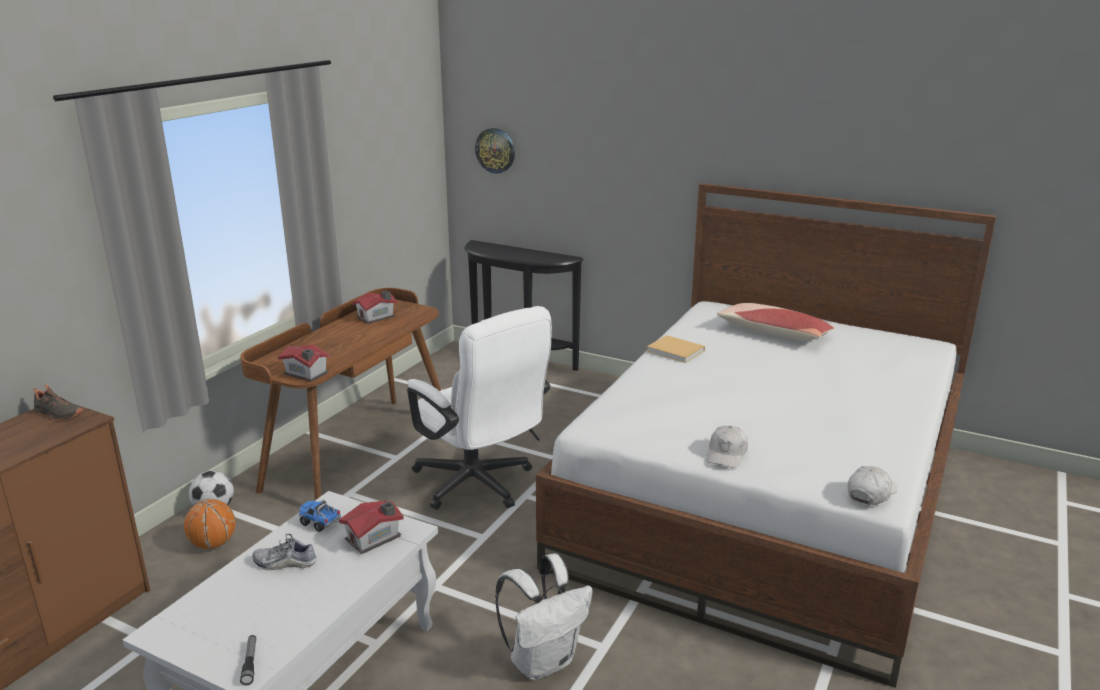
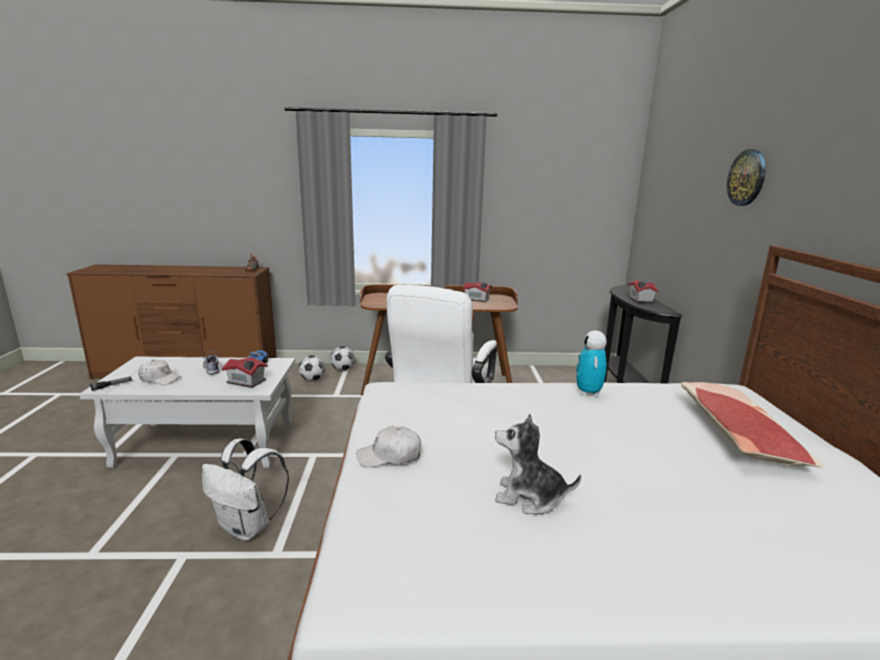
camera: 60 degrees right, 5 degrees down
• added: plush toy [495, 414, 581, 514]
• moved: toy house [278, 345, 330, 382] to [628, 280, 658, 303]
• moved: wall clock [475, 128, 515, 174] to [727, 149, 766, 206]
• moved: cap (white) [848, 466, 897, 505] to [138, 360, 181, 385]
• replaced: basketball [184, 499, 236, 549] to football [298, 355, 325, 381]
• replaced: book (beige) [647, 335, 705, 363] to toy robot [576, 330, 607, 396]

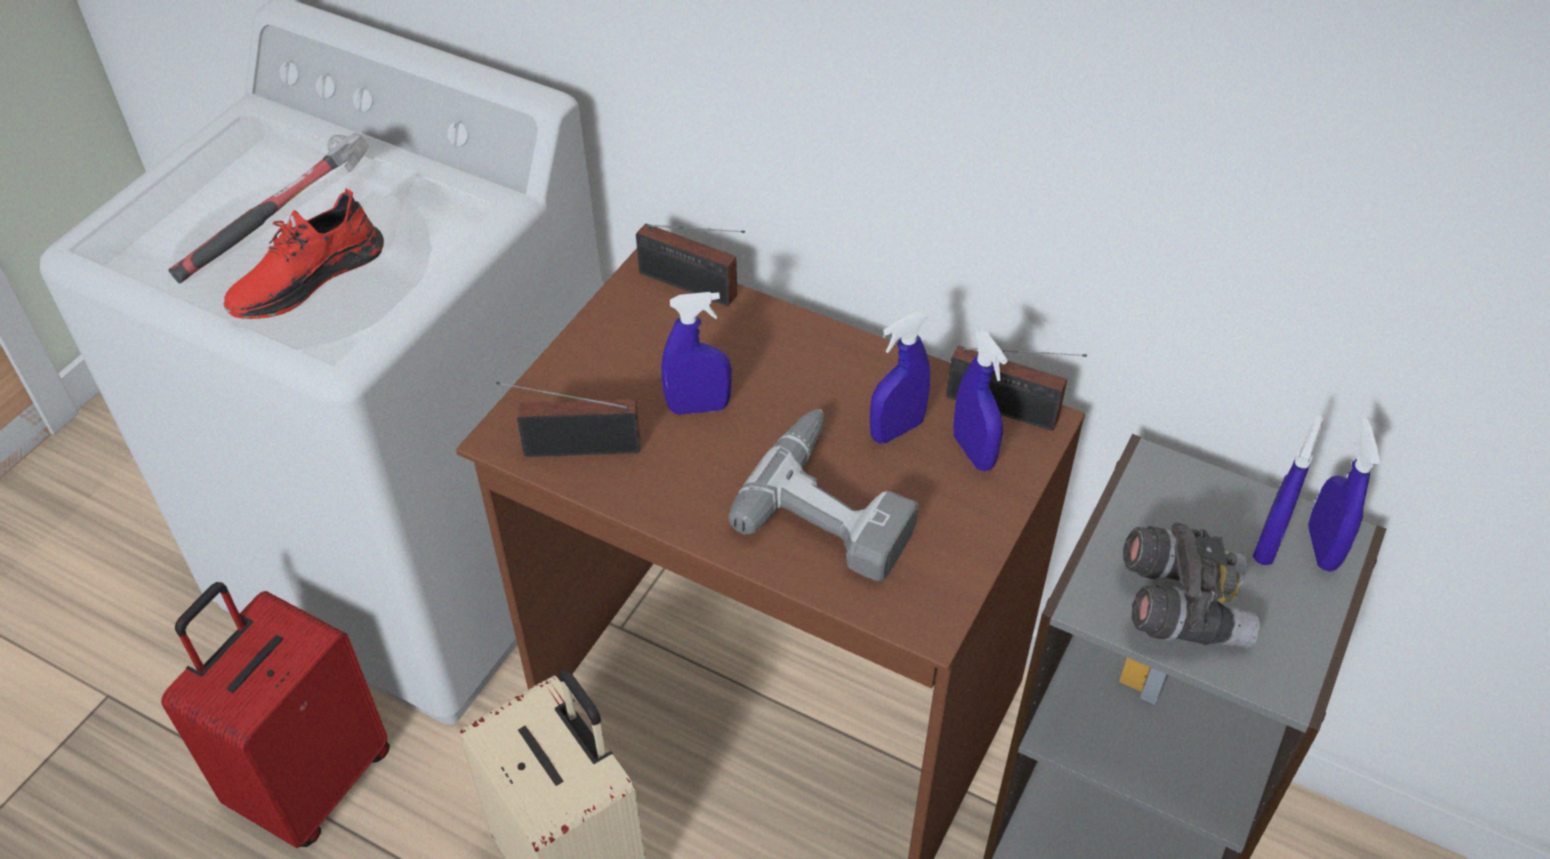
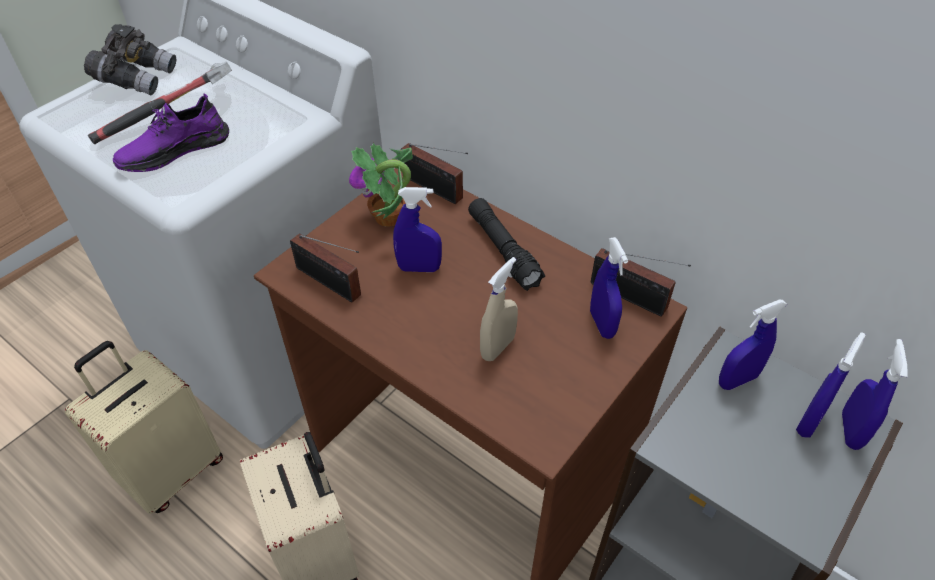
camera: 10 degrees right, 0 degrees up
• added: potted plant [349, 143, 413, 227]
• added: flashlight (black) [468, 198, 545, 291]
• moved: spray bottle (blue) [870, 312, 930, 443] to [719, 300, 787, 390]
• moved: binoculars (grey) [1123, 522, 1260, 648] to [84, 24, 176, 95]
• replaced: power drill [728, 409, 918, 582] to spray bottle (beige) [480, 257, 518, 361]
• recoloured: suitcase (red) [161, 582, 390, 848] to suitcase (beige) [65, 341, 223, 514]
• recoloured: shoe (red) [223, 188, 384, 319] to shoe (purple) [113, 93, 229, 172]
• turned: radio [496, 382, 640, 457] = [290, 233, 361, 302] 150 degrees counterclockwise

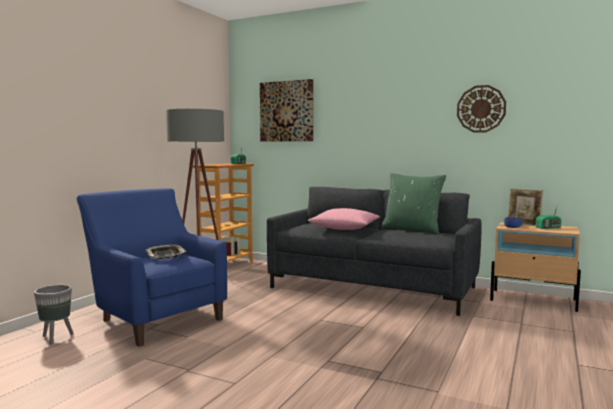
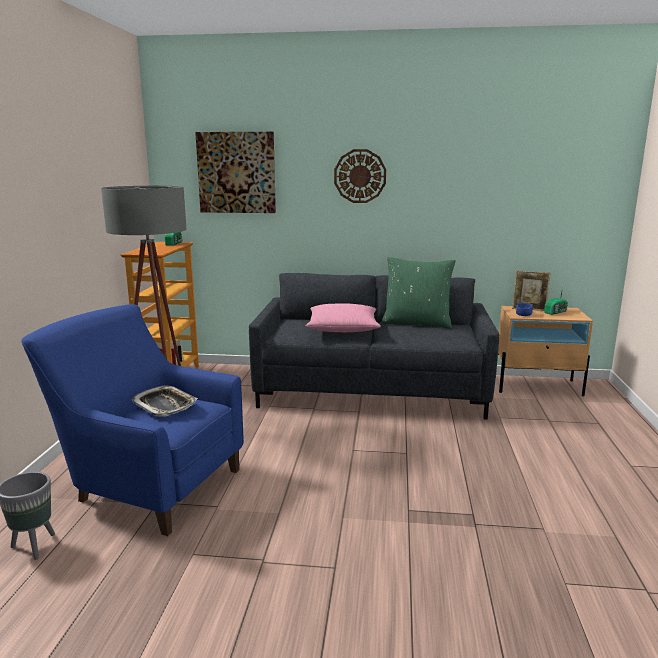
camera: 20 degrees left, 10 degrees up
• moved: wall clock [457, 85, 506, 133] to [334, 149, 386, 203]

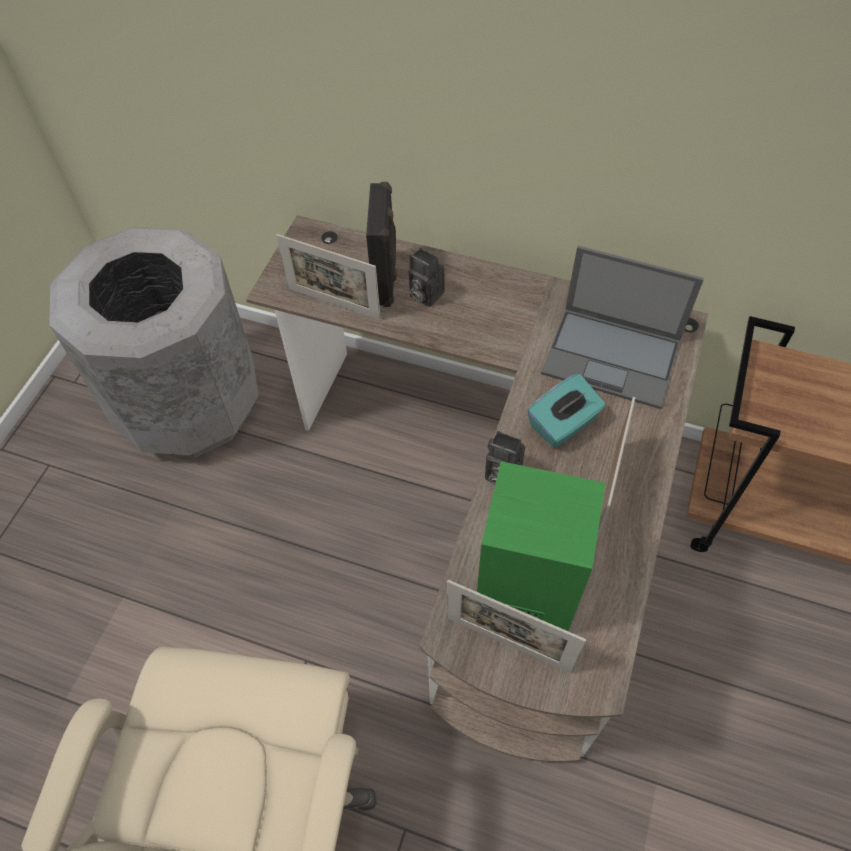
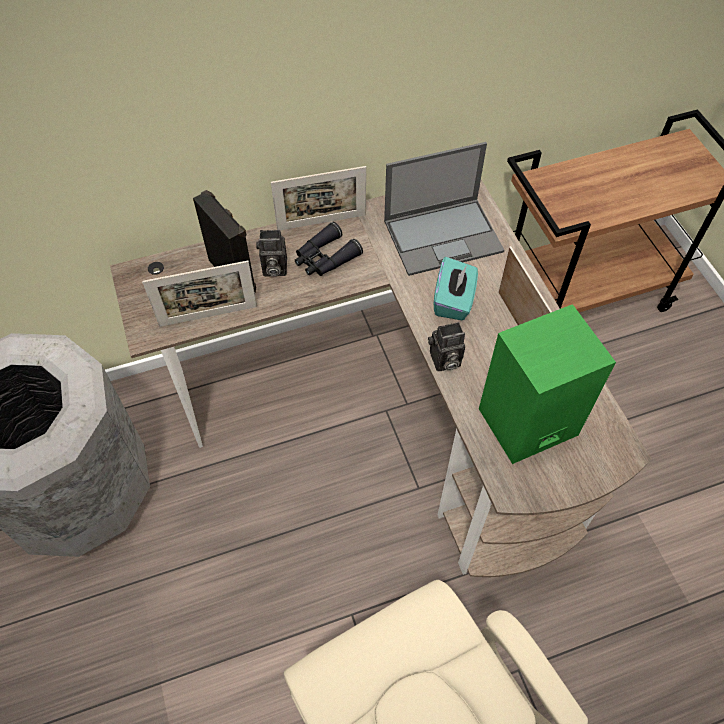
camera: 40 degrees left, 0 degrees up
• added: binoculars (black) [295, 222, 363, 276]
• moved: picture frame [446, 580, 586, 673] to [271, 166, 366, 230]

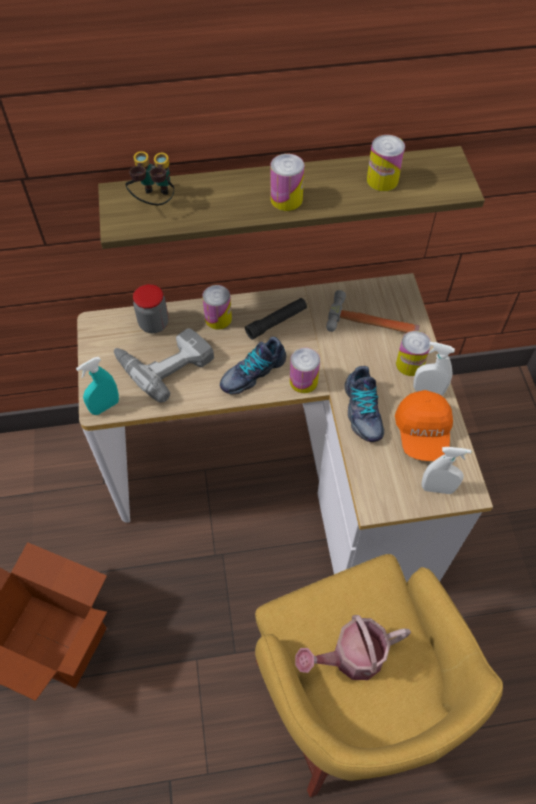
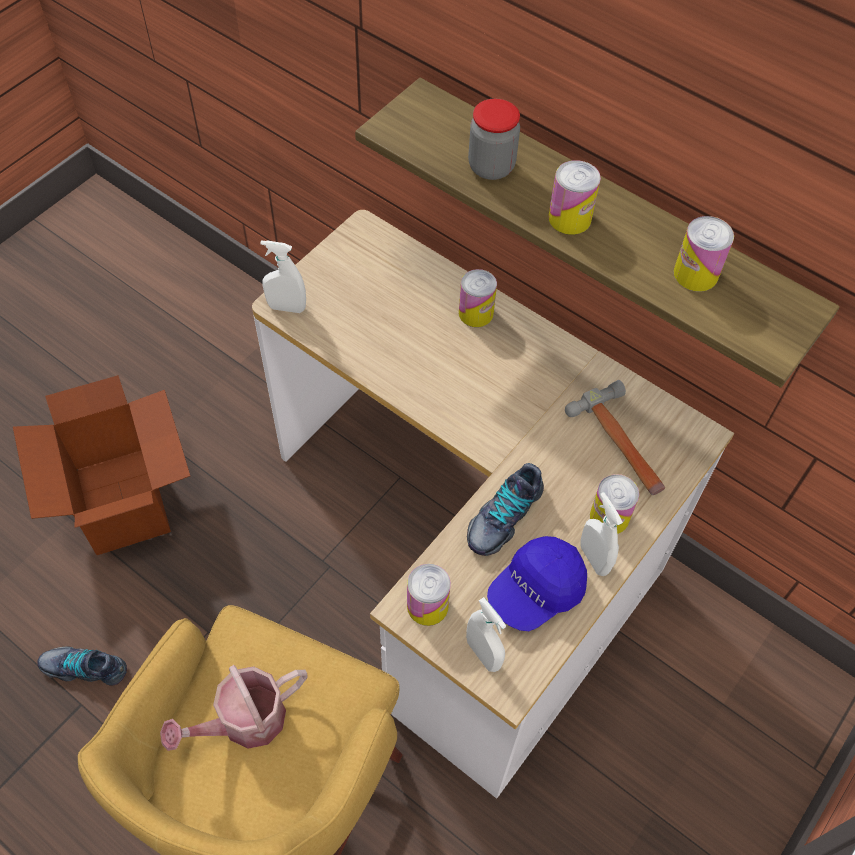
camera: 45 degrees right, 0 degrees up
• removed: power drill [114, 328, 214, 403]
• removed: binoculars [125, 151, 174, 206]
• removed: flashlight (black) [245, 298, 307, 340]
• moved: jar [133, 284, 169, 333] to [468, 99, 520, 180]
• moved: shoe [220, 337, 286, 394] to [37, 646, 127, 685]
• moved: can [290, 348, 320, 393] to [407, 564, 451, 626]
• recoloured: spray bottle (turquoise) [76, 357, 119, 415] to spray bottle (white) [261, 240, 306, 313]
• recoloured: cap (orange) [395, 390, 453, 461] to cap (blue) [487, 536, 587, 631]
• turned: watering can [295, 615, 411, 680] = [160, 665, 307, 751] 60 degrees counterclockwise

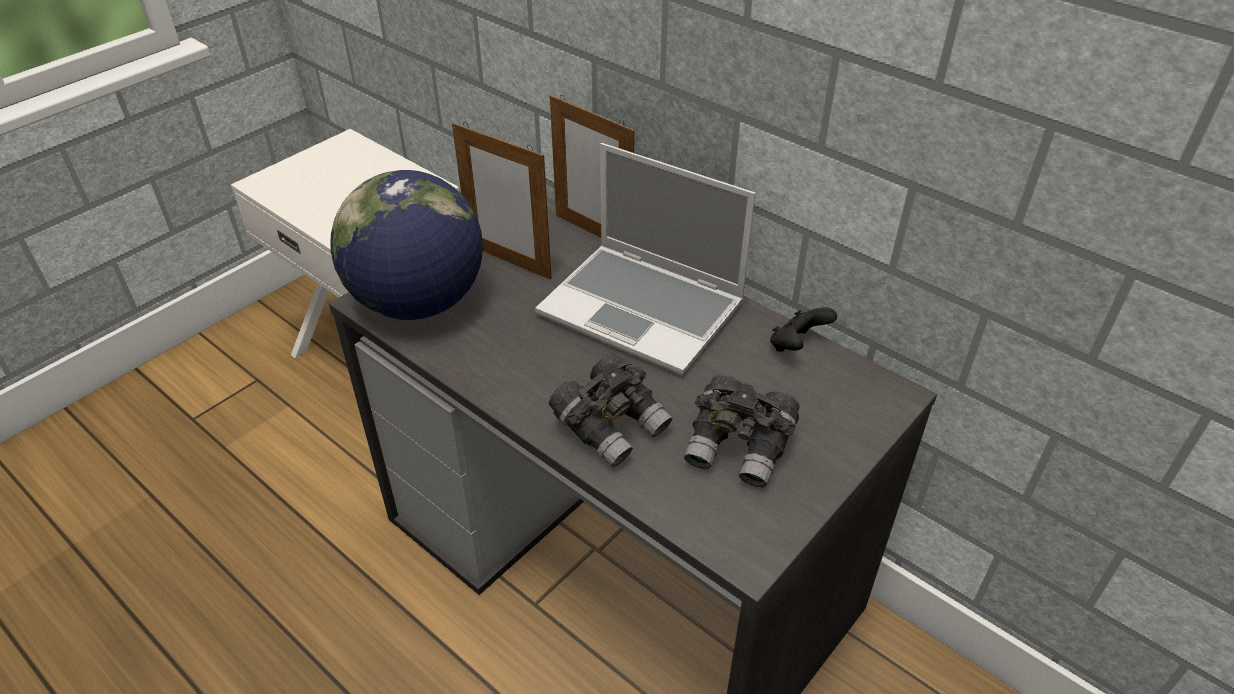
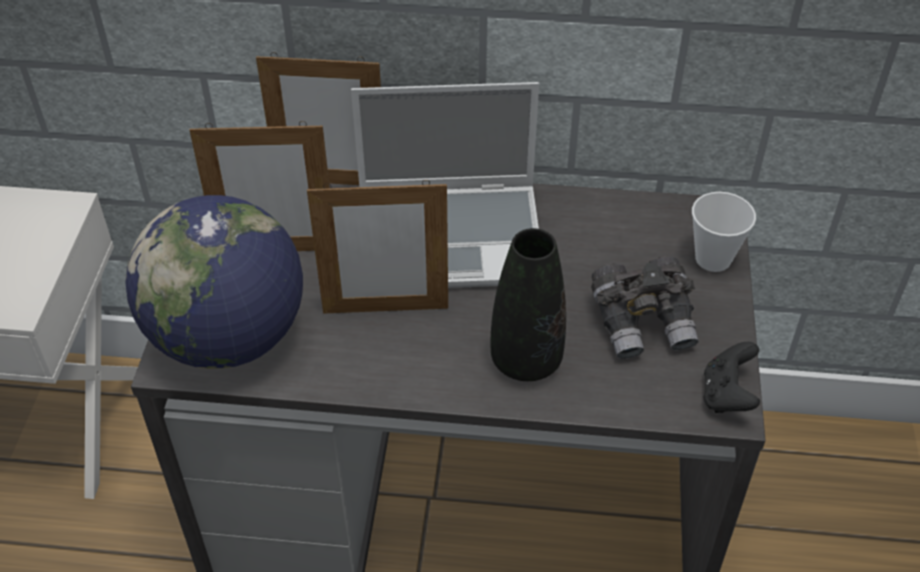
camera: 35 degrees left, 5 degrees up
• added: picture frame [307, 180, 448, 314]
• added: cup [692, 192, 756, 272]
• moved: game controller (black) [770, 307, 837, 352] to [704, 342, 760, 413]
• replaced: binoculars (grey) [549, 354, 672, 467] to vase (black) [491, 228, 566, 381]

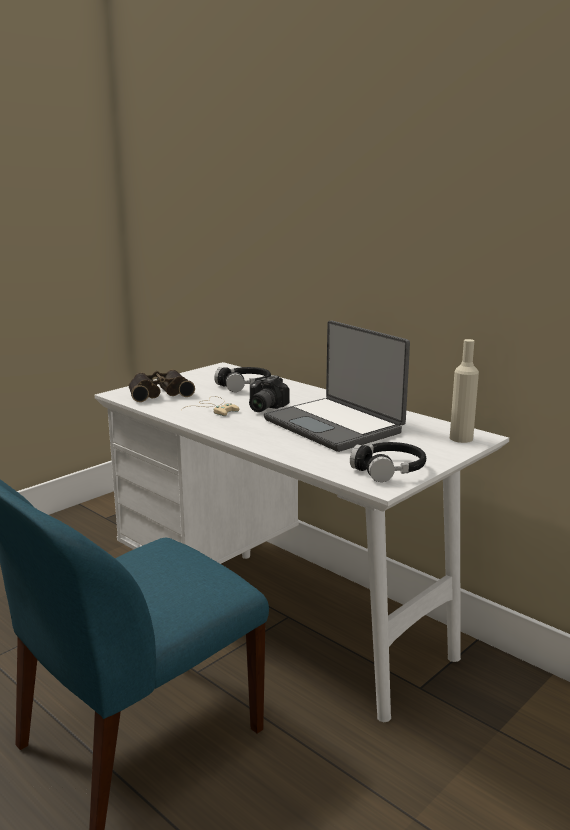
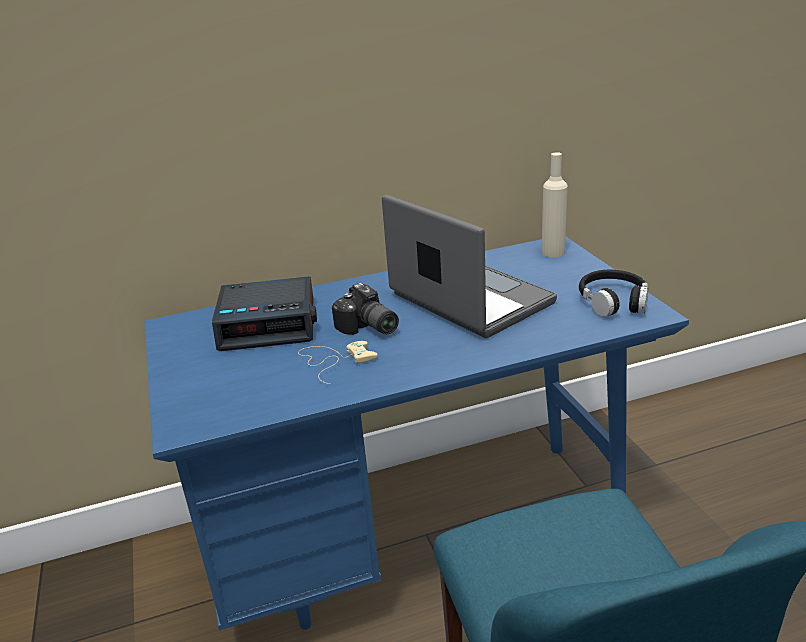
camera: 60 degrees left, 10 degrees up
• removed: binoculars [129, 369, 195, 402]
• replaced: headphones (black) [214, 367, 271, 392] to alarm clock [212, 276, 317, 351]
• recoloured: desk (white) [95, 362, 509, 722] to desk (blue) [145, 237, 689, 631]
• turned: laptop [264, 320, 410, 452] = [382, 195, 557, 338] 120 degrees counterclockwise

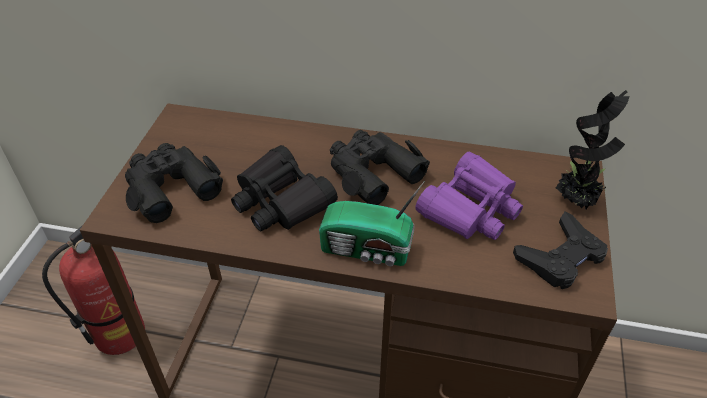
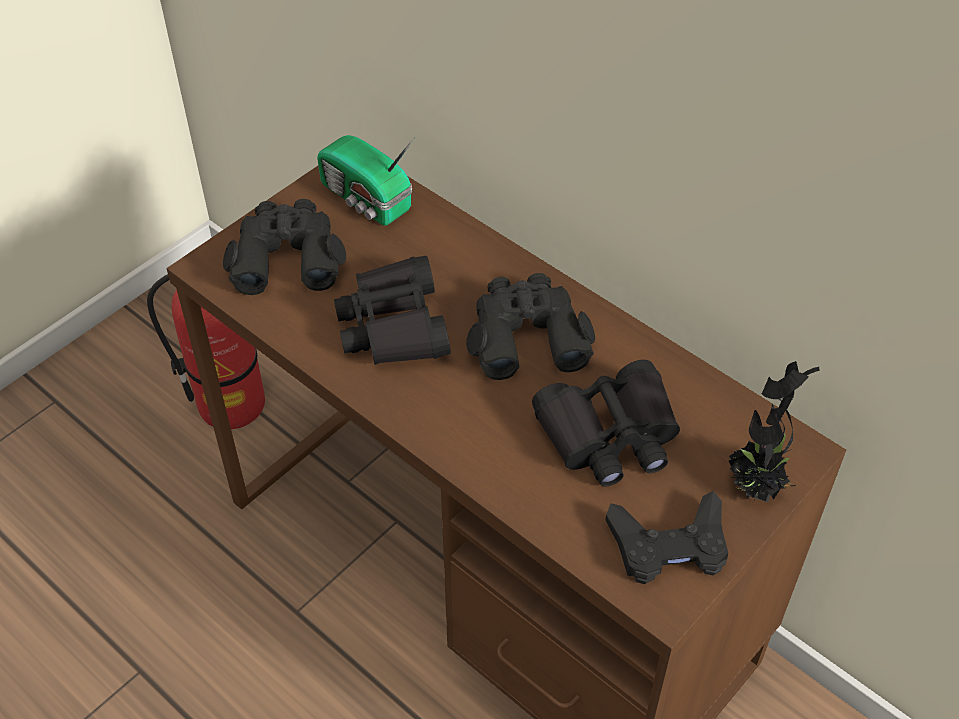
camera: 30 degrees right, 5 degrees up
• moved: radio [319, 181, 425, 266] to [317, 135, 415, 226]
• recoloured: binoculars (purple) [415, 151, 523, 240] to binoculars (black) [532, 360, 680, 486]

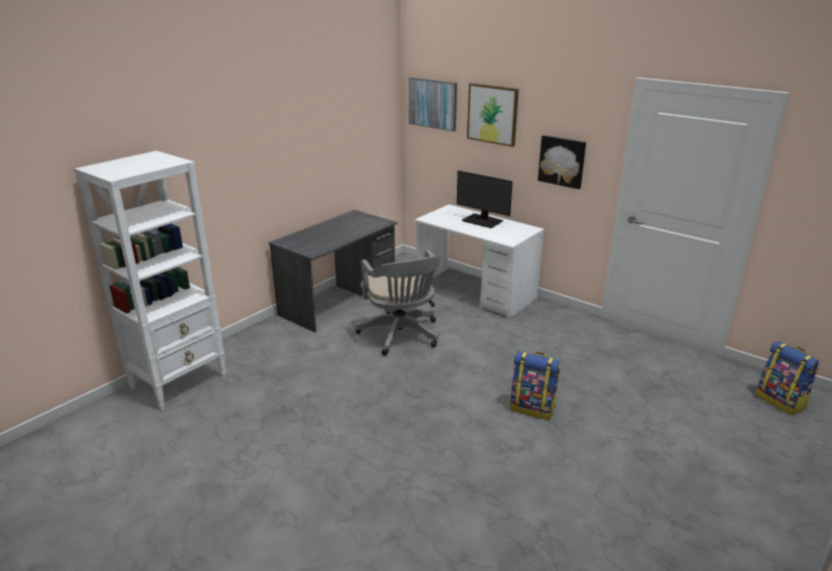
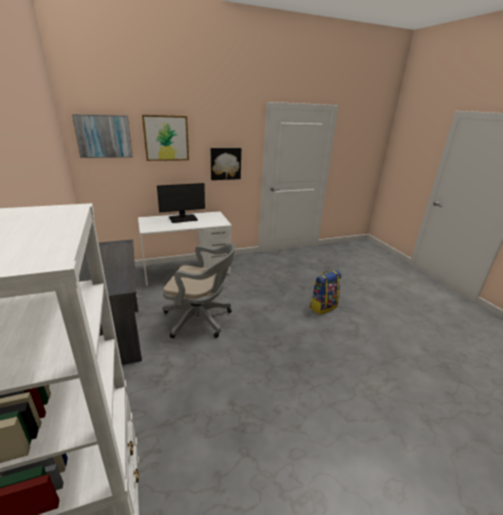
camera: 60 degrees left, 0 degrees up
• removed: backpack [756, 341, 819, 415]

